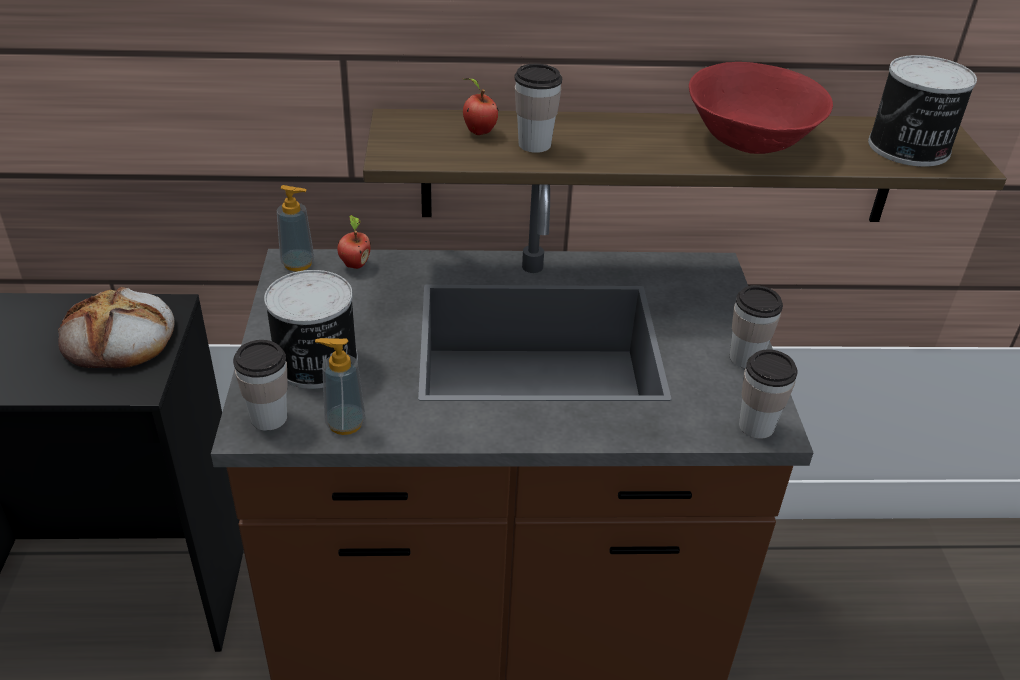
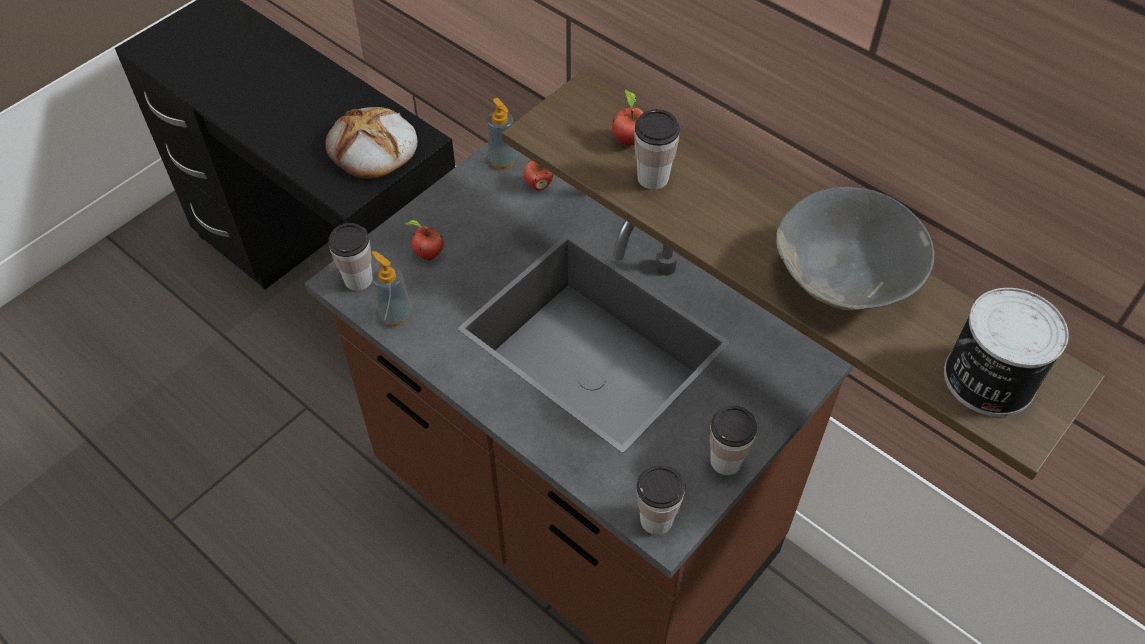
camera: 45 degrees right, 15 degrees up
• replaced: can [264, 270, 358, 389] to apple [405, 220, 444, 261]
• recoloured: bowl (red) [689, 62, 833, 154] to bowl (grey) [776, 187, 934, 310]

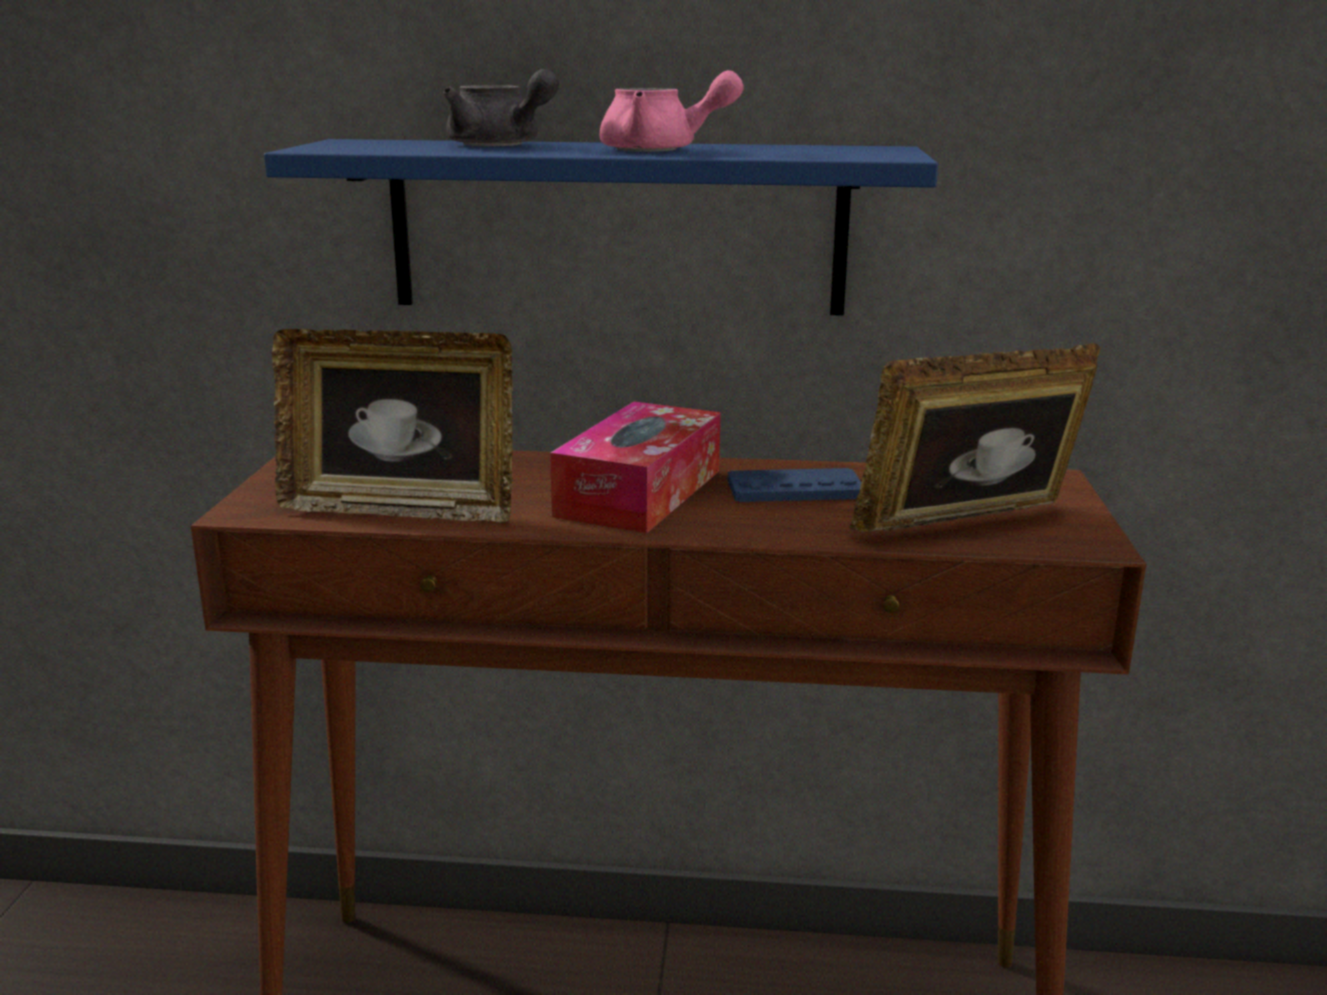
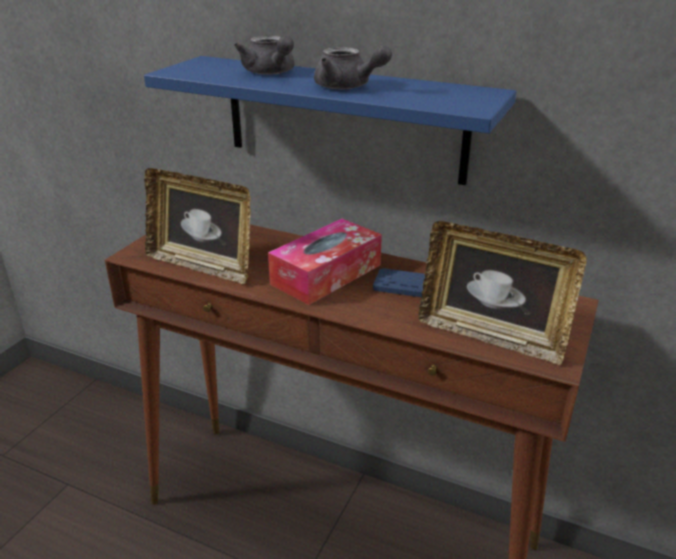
camera: 20 degrees right, 10 degrees up
• recoloured: teapot (pink) [600, 70, 744, 152] to teapot (grey) [314, 45, 392, 89]
• turned: picture frame [849, 343, 1101, 532] = [419, 221, 587, 365] 150 degrees counterclockwise

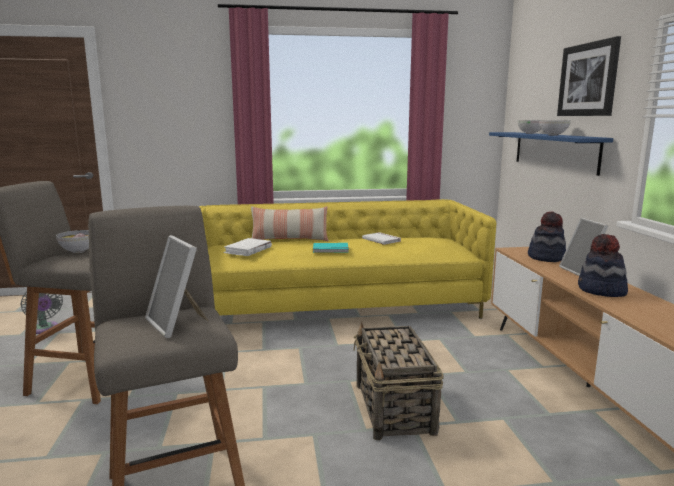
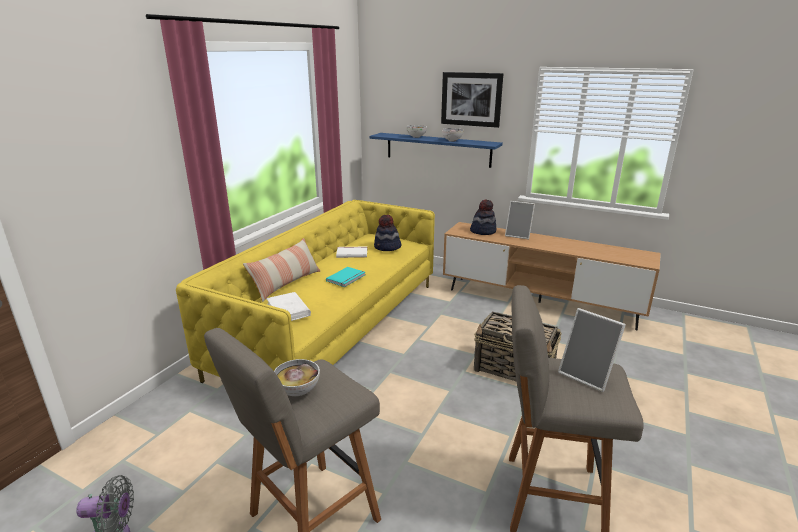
camera: 55 degrees left, 10 degrees up
• moved: hat [578, 234, 628, 297] to [374, 215, 401, 251]
• turned: picture frame [145, 235, 208, 338] = [558, 308, 626, 392] 45 degrees clockwise

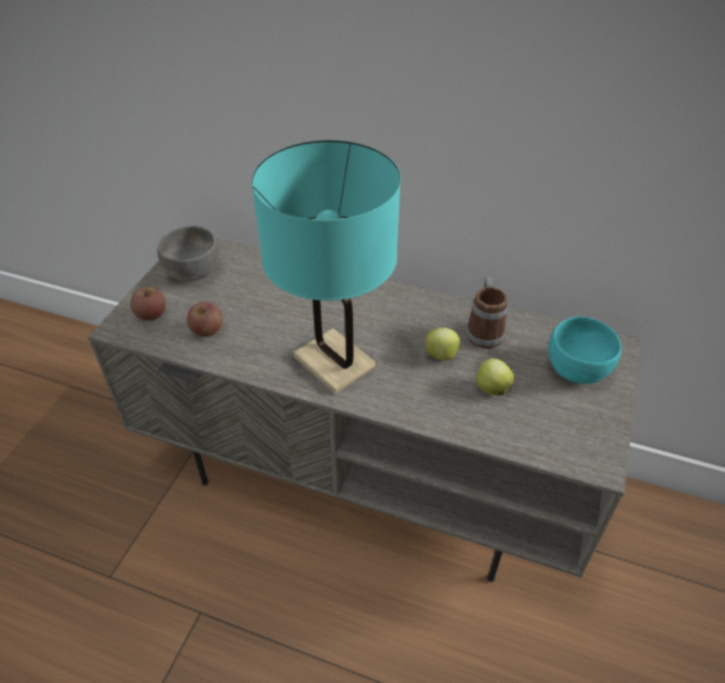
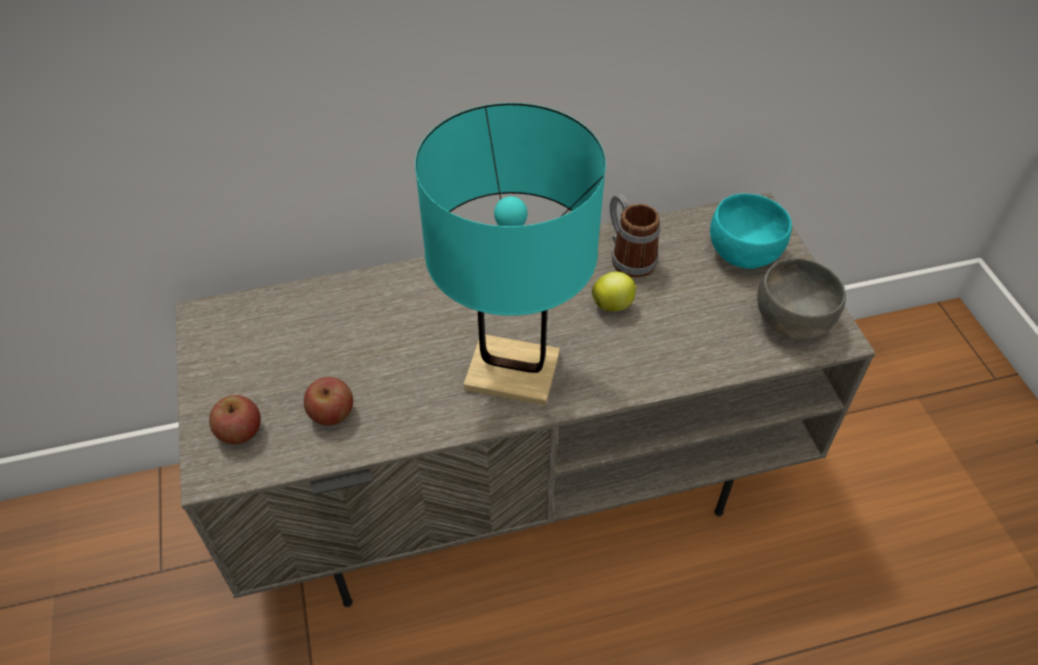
camera: 35 degrees left, 5 degrees up
• removed: apple [476, 358, 515, 396]
• moved: bowl (grey) [157, 226, 219, 282] to [757, 258, 846, 340]

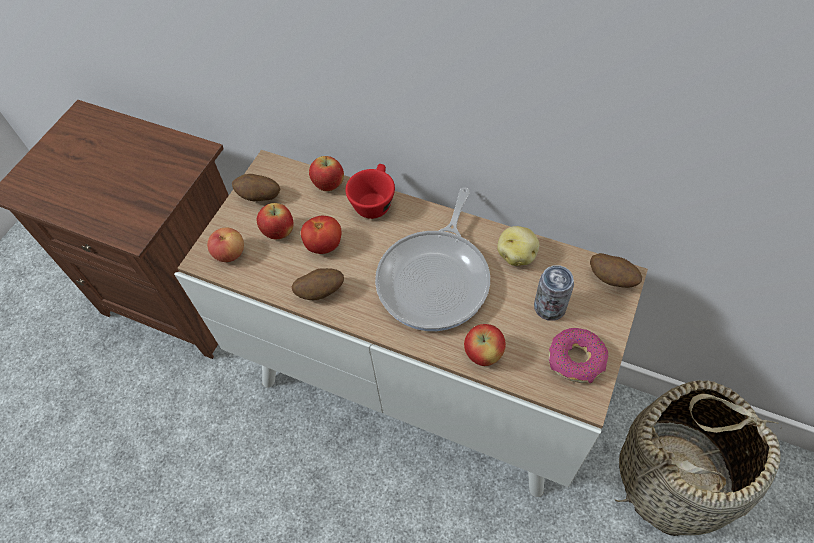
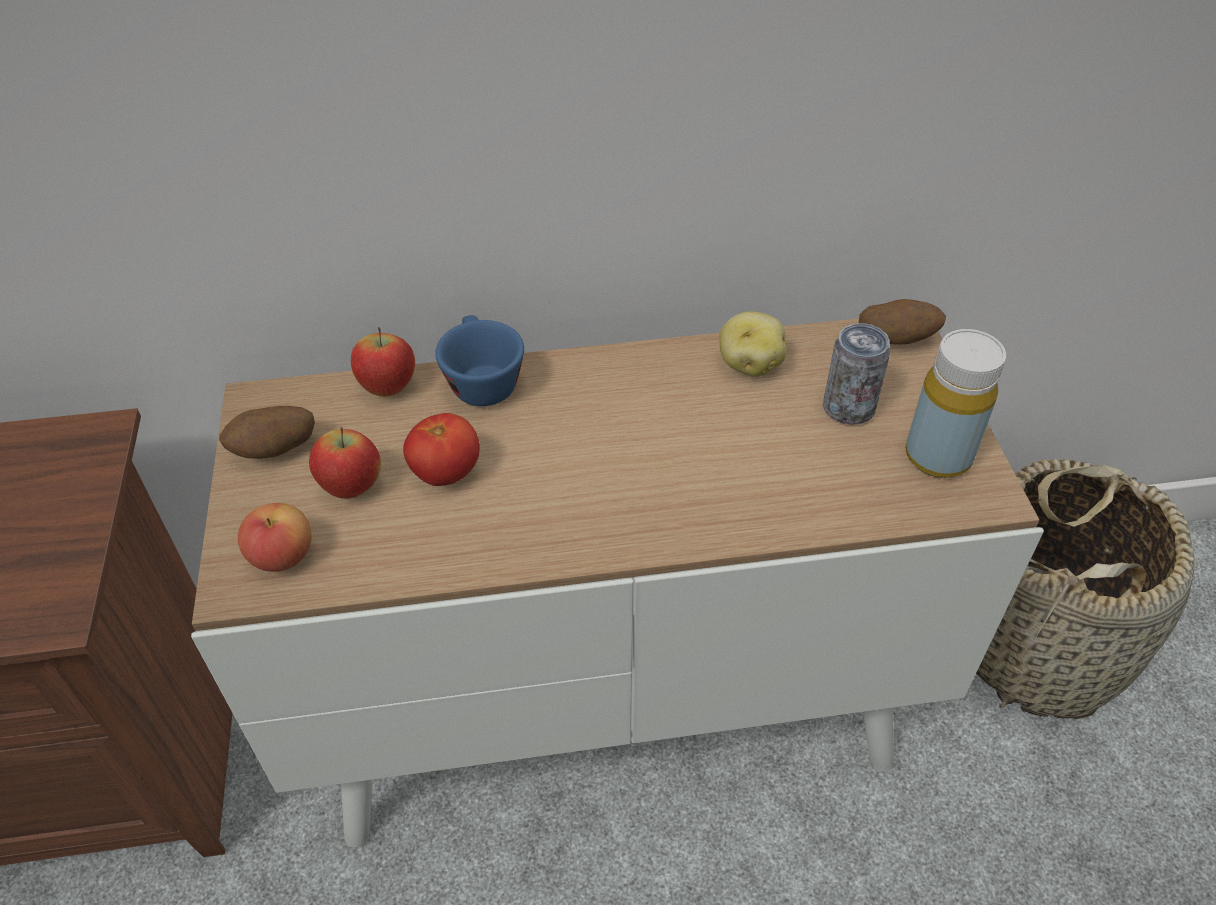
camera: 35 degrees left, 10 degrees down
• removed: potato [292, 268, 344, 300]
• removed: frying pan [375, 187, 490, 331]
• removed: apple [464, 324, 506, 366]
• replaced: donut [549, 328, 608, 383] to bottle (yellow) [906, 329, 1006, 478]
• recoloured: cup (red) [345, 164, 395, 219] to cup (blue) [435, 315, 524, 406]

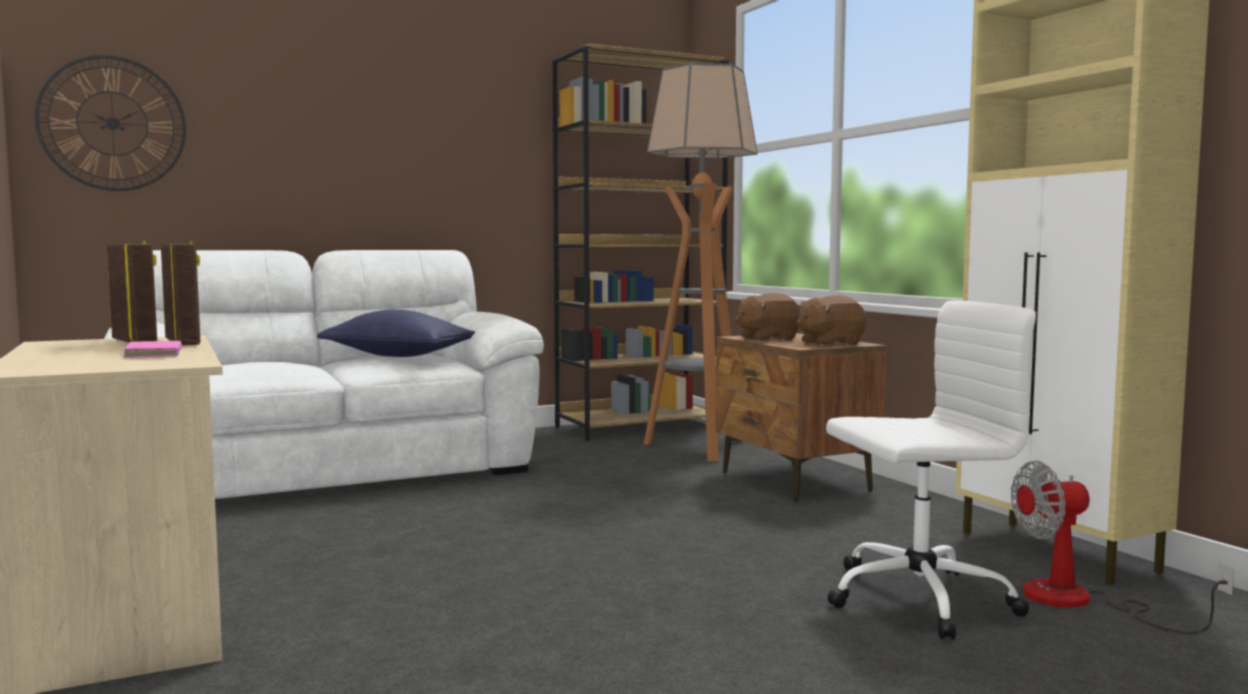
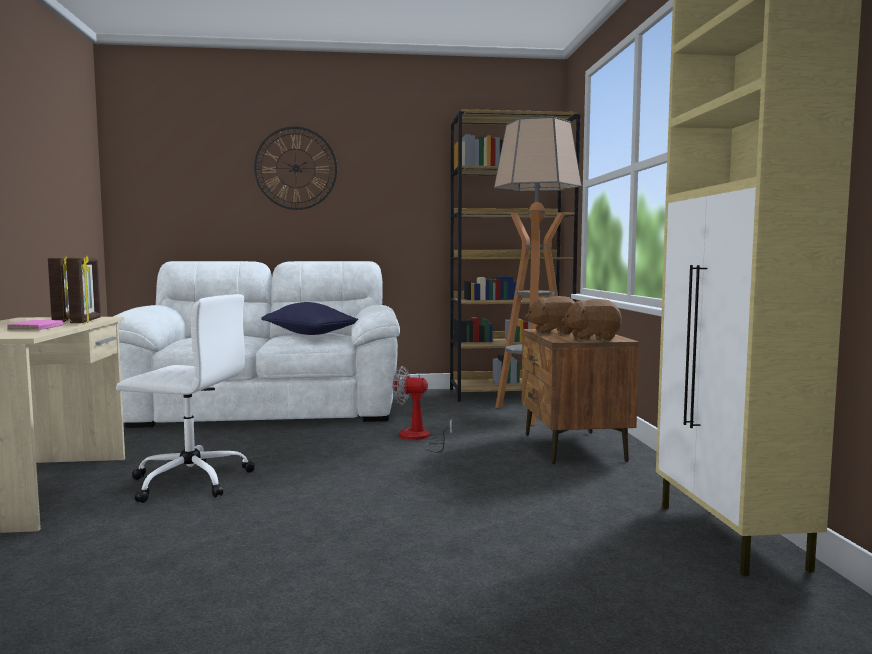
camera: 20 degrees right, 0 degrees up
• moved: wall clock [34, 55, 186, 191] to [254, 126, 337, 210]
• moved: office chair (white) [826, 300, 1036, 640] to [116, 294, 255, 503]
• moved: fan [1011, 461, 1234, 634] to [393, 366, 452, 453]

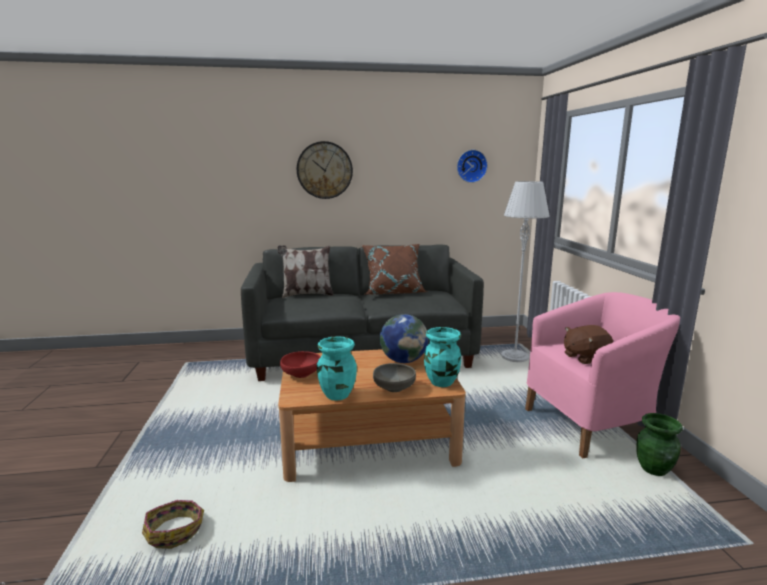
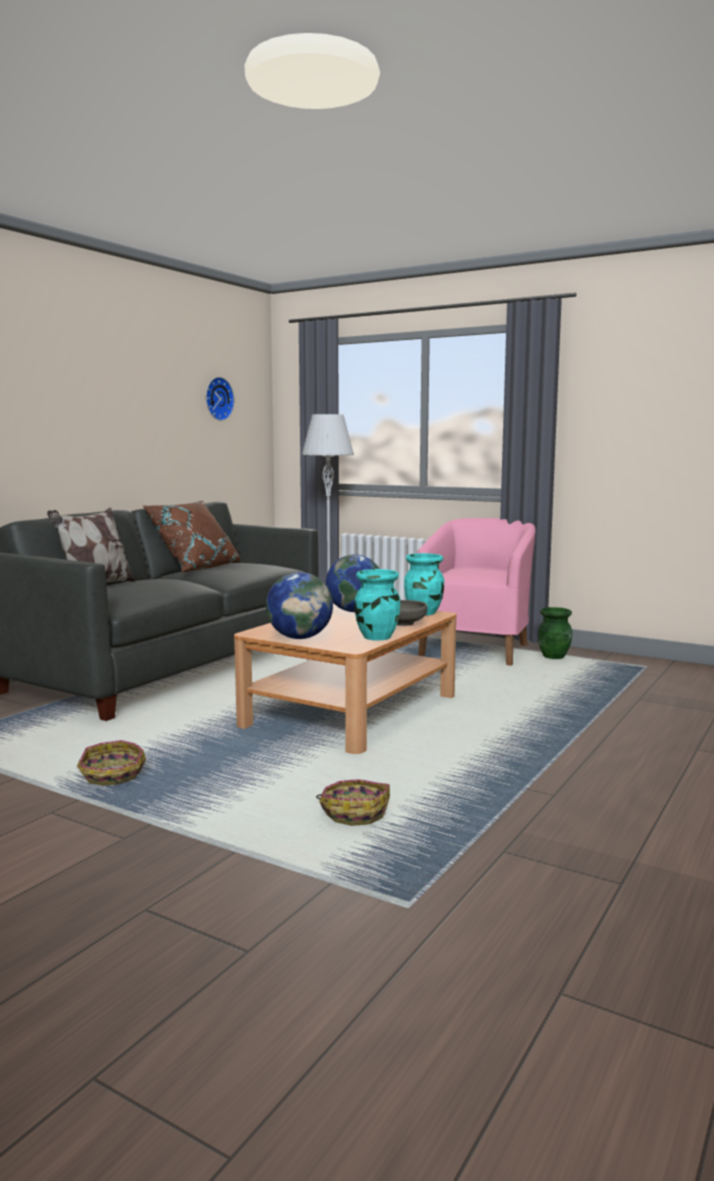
camera: 50 degrees left, 5 degrees down
• removed: wall clock [297, 141, 353, 199]
• removed: plush toy (brown) [564, 325, 613, 364]
• added: basket [77, 740, 146, 786]
• replaced: bowl (red) [280, 351, 320, 378] to globe [266, 572, 333, 639]

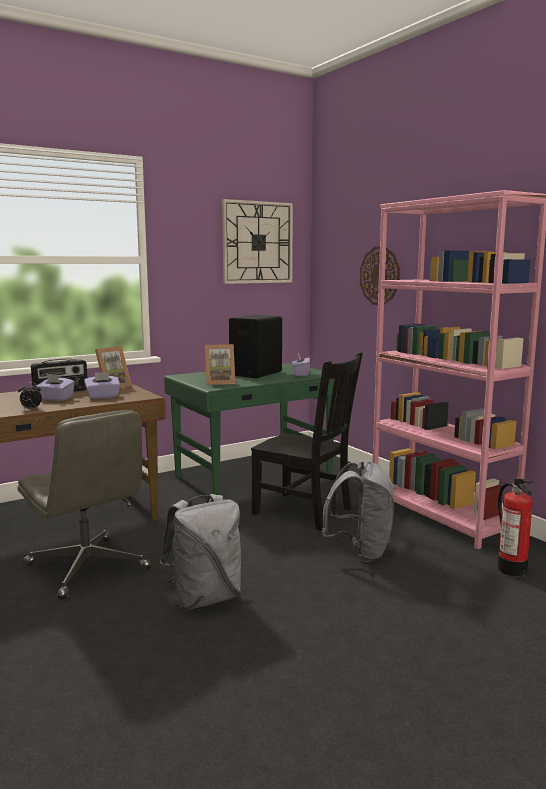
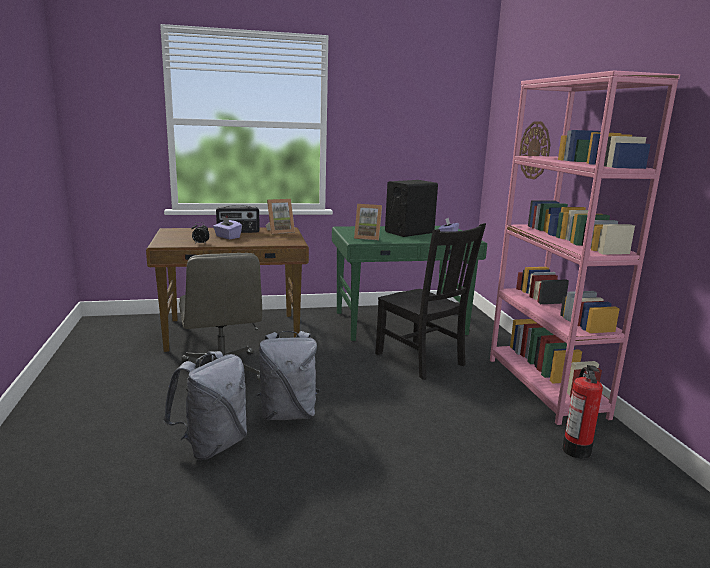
camera: 20 degrees right, 5 degrees up
• removed: tissue box (purple) [84, 372, 120, 399]
• removed: wall clock [222, 199, 293, 284]
• moved: backpack (grey) [322, 462, 395, 562] to [163, 351, 247, 460]

